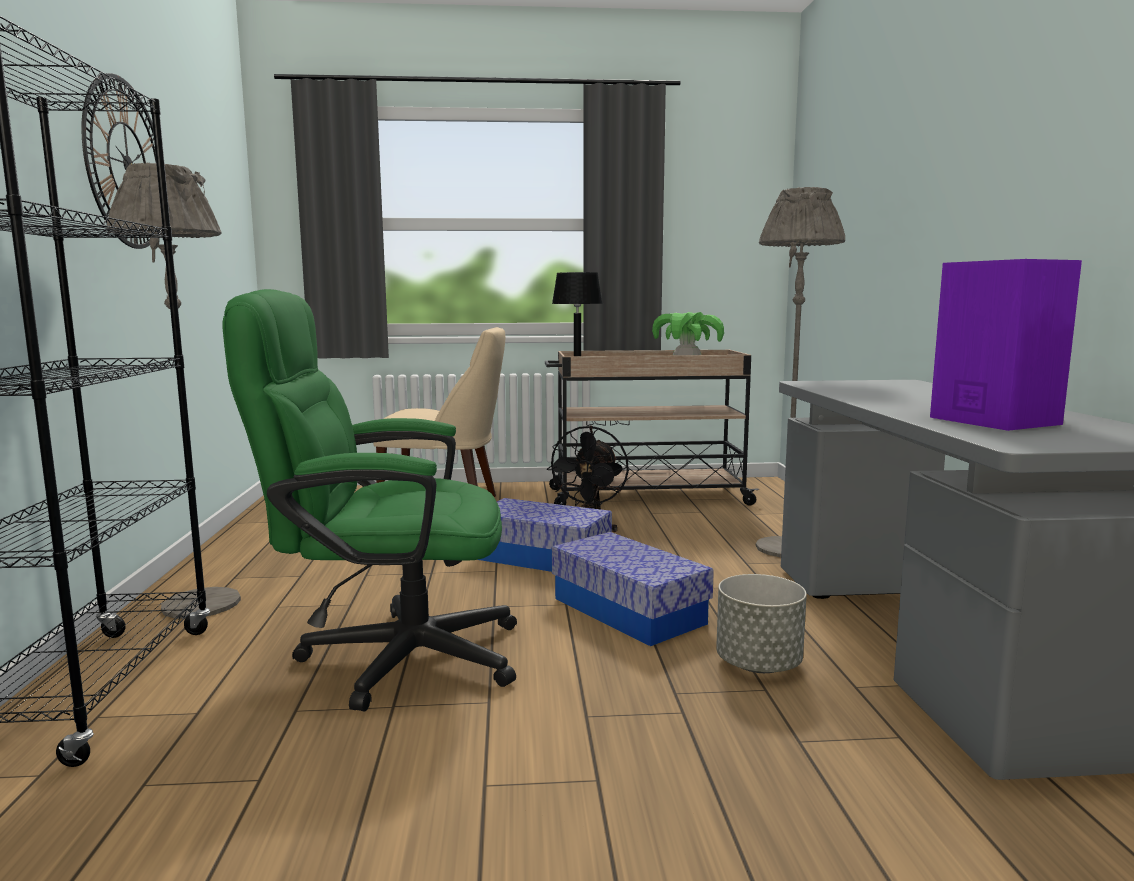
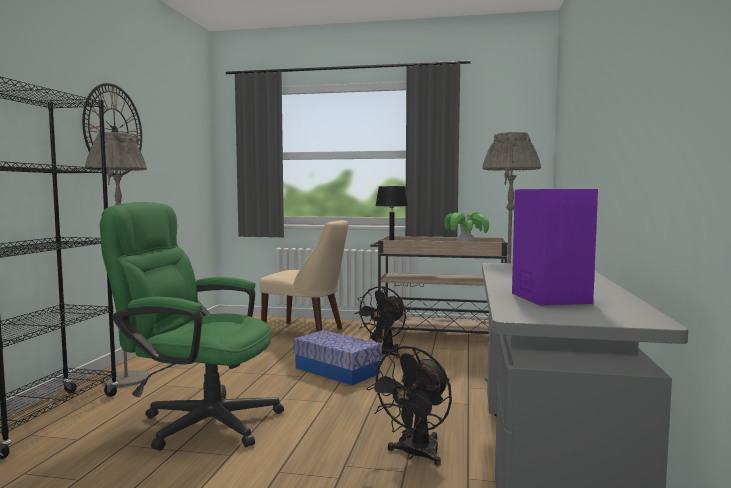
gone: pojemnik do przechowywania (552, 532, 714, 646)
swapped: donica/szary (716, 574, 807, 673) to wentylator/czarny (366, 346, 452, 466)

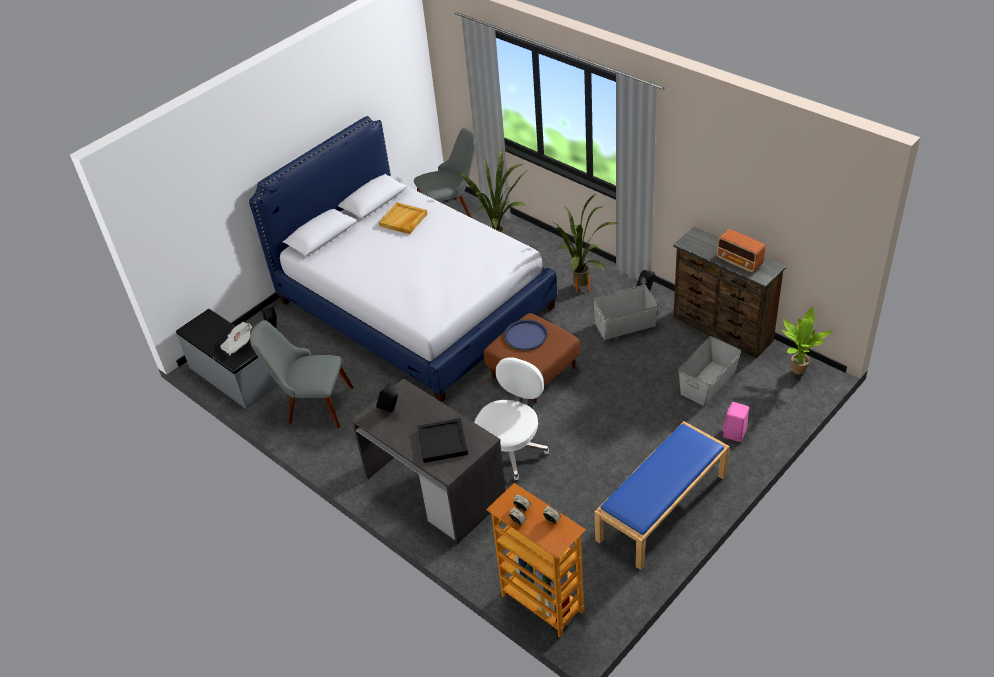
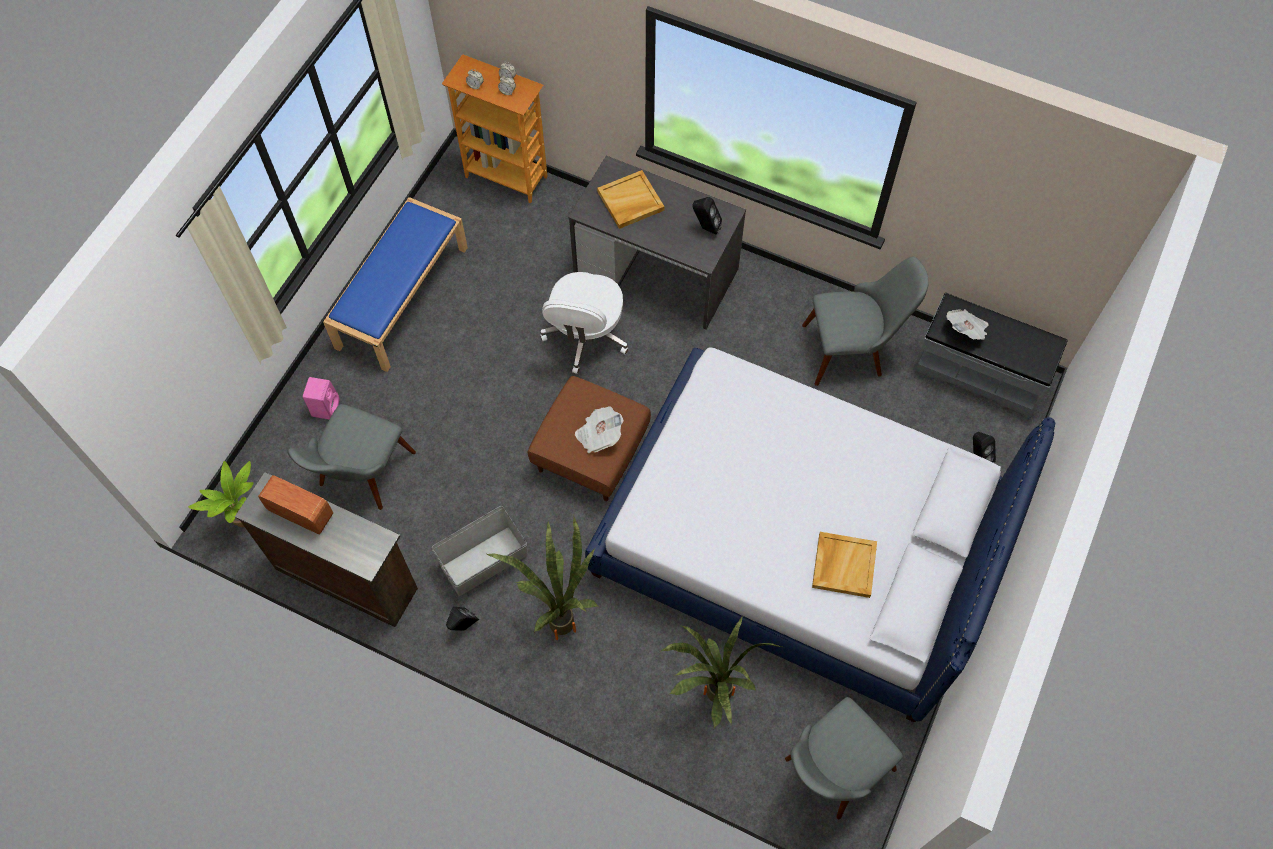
swapped: taca/niebieski (504, 319, 548, 350) to gazeta (575, 406, 624, 453); pojemnik do przechowywania/szary (678, 336, 741, 406) to krzesło/szary (287, 404, 416, 510)
repainted: taca/czarny (417, 418, 468, 463) to taca/beżowy (597, 170, 664, 229)

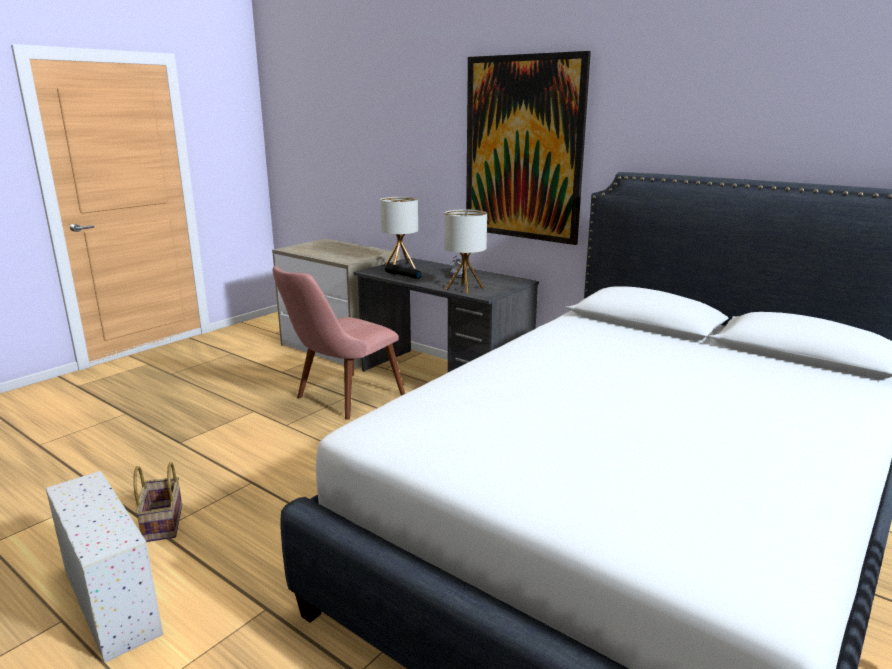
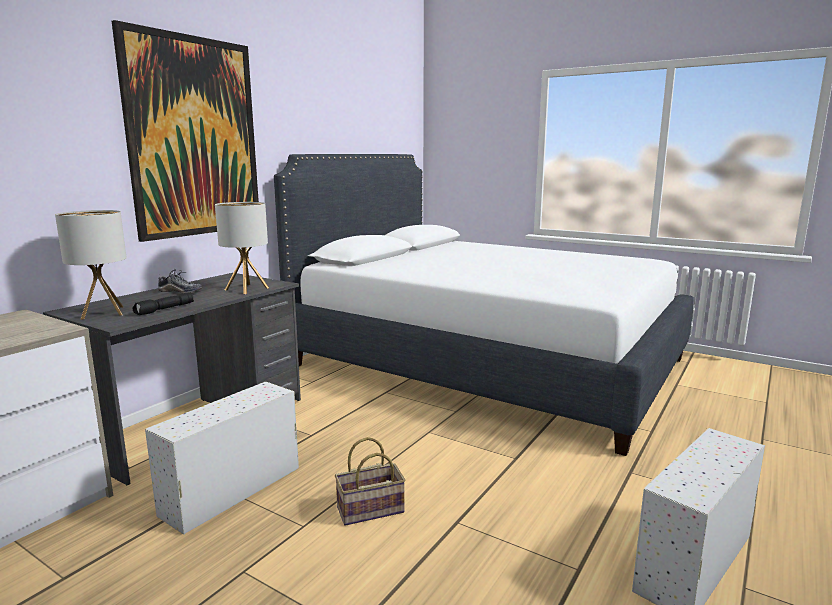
shifted: koszyk (133, 462, 182, 542) to (335, 437, 406, 526)
swapped: krzesło/różowy (273, 266, 405, 420) to pojemnik do przechowywania/biały (145, 382, 299, 535)

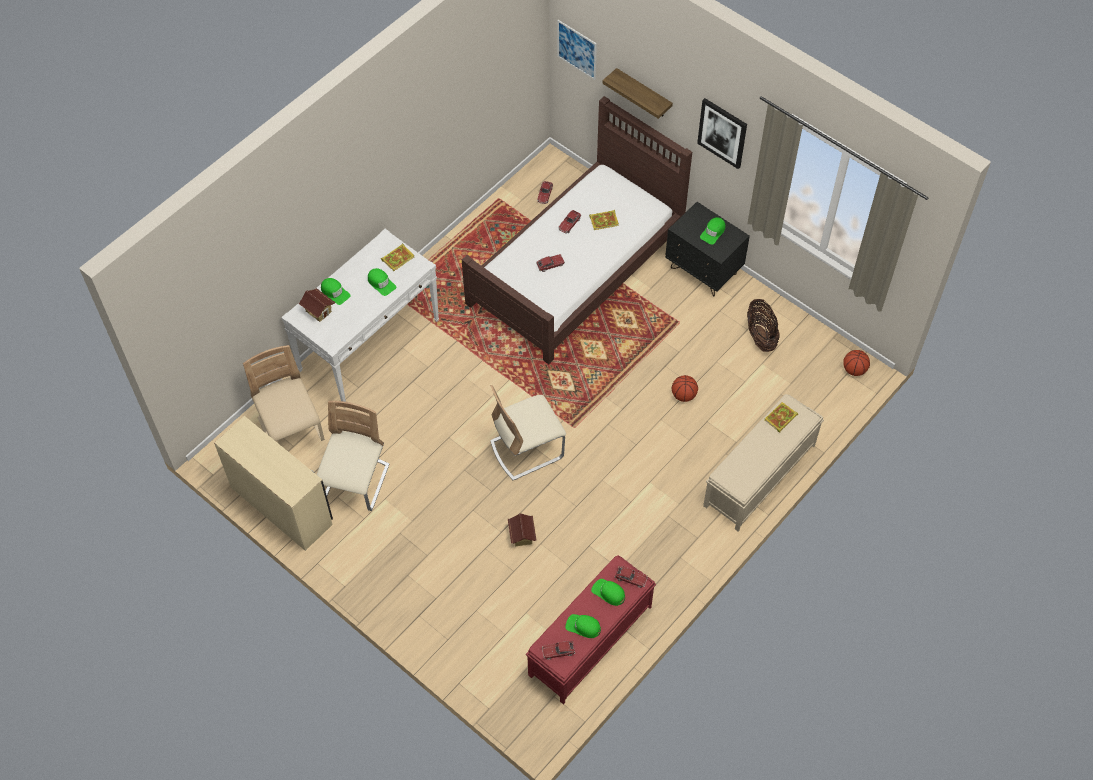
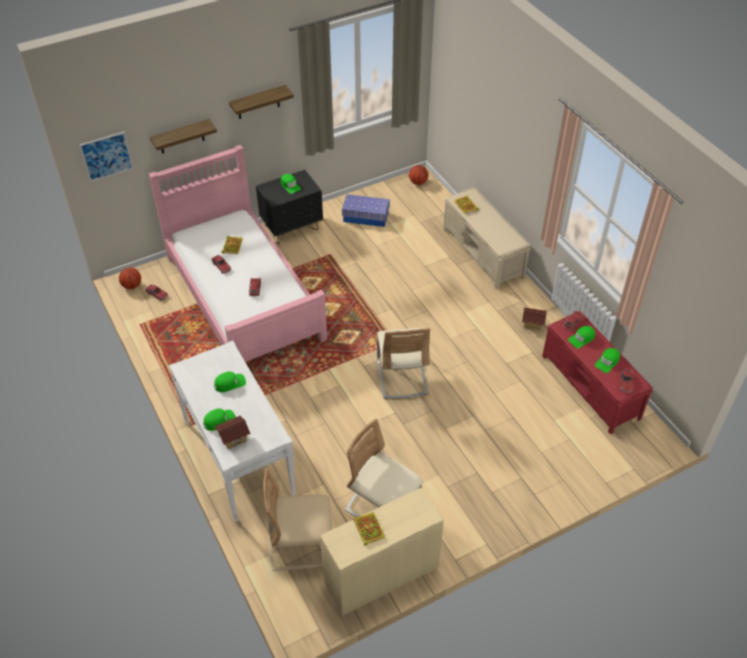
shifted: książka (381, 243, 414, 271) to (353, 512, 385, 546); domek (508, 513, 536, 546) to (522, 307, 547, 331); piłka do koszykówki (671, 375, 698, 402) to (119, 268, 141, 289)
swapped: obraz (697, 98, 747, 169) to półka (229, 85, 294, 119); koszyk (747, 299, 780, 352) to pojemnik do przechowywania (342, 194, 390, 227)
repainted: łóżko/brązowy (462, 96, 692, 364) to łóżko/różowy (149, 145, 327, 362)

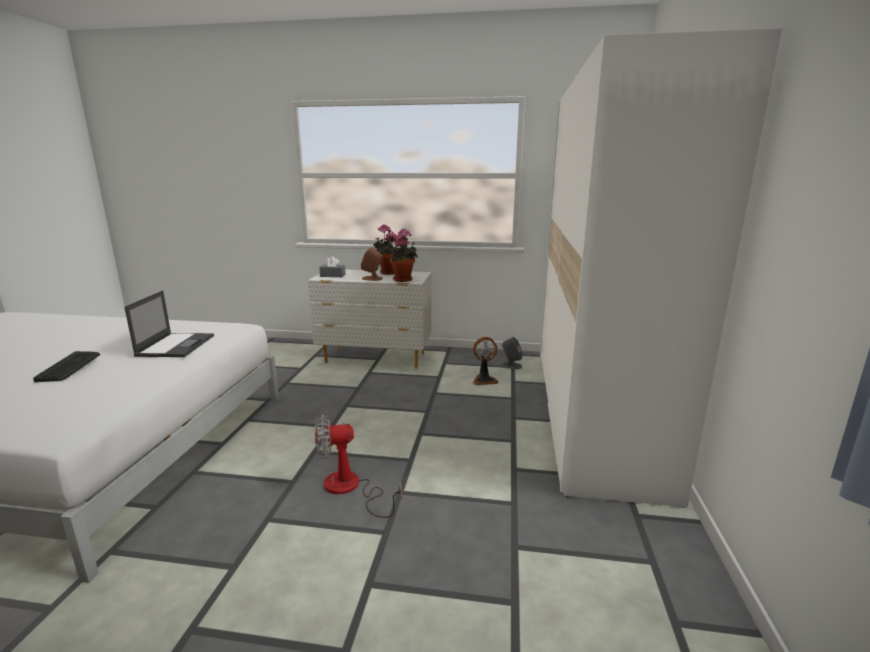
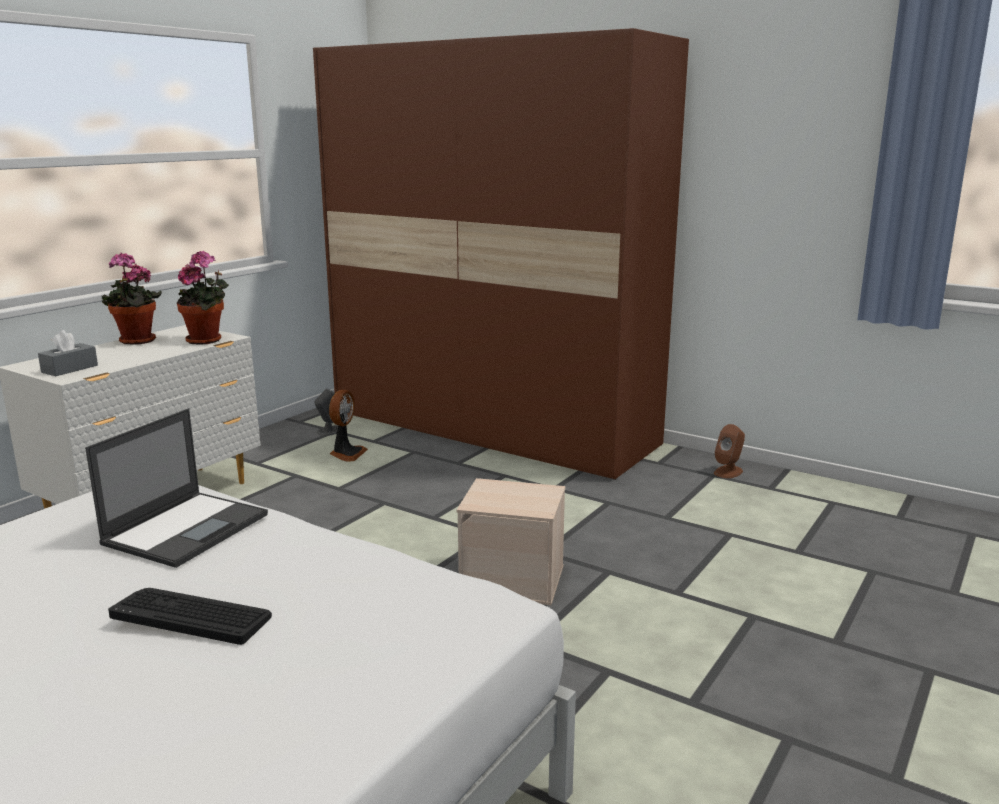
shifted: głośnik/brązowy (361, 247, 383, 281) to (714, 424, 745, 478)
swapped: wentylator (315, 414, 402, 518) to pojemnik do przechowywania/beżowy (457, 478, 565, 605)
repainted: szafa/biały (540, 28, 783, 508) to szafa/brązowy (313, 28, 689, 480)
rotated: laptop (124, 290, 214, 357) = (85, 408, 268, 568) 90 degrees clockwise

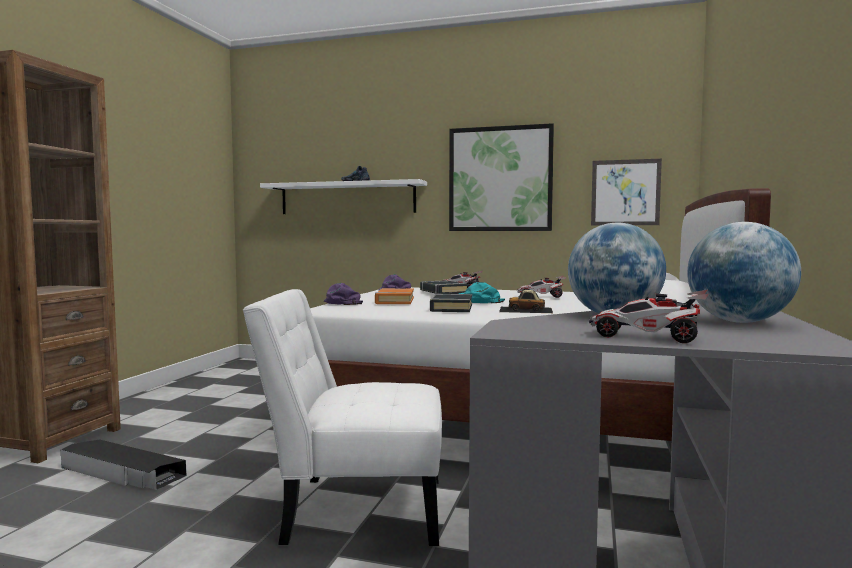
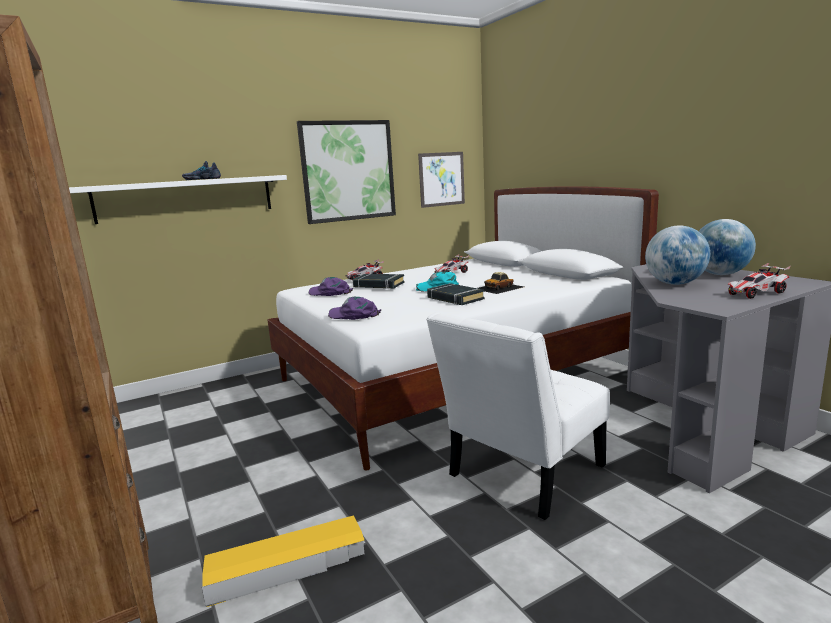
gone: książka/pomarańczowy (375, 288, 414, 304)
repainted: pojemnik do przechowywania/czarny (61, 440, 187, 490) to pojemnik do przechowywania/żółty (202, 515, 365, 607)

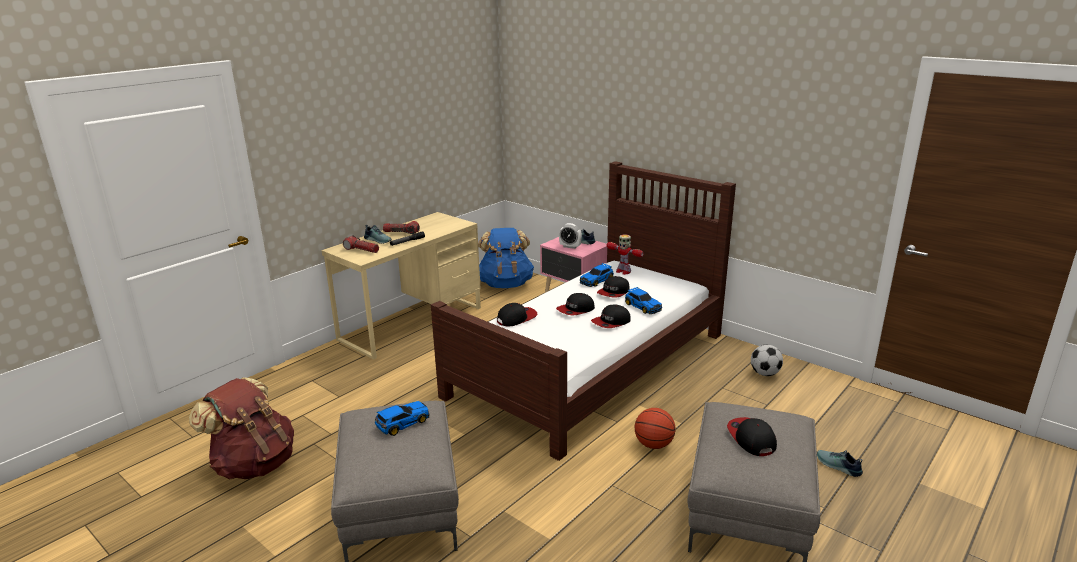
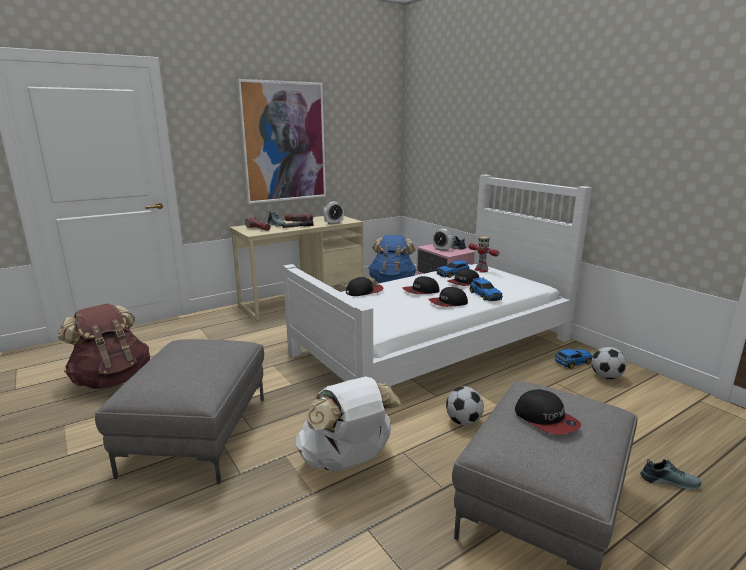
new: obraz (237, 79, 326, 204); plecak/biały (296, 376, 401, 472); budzik (324, 202, 344, 225)
shifted: samochodzik (375, 401, 429, 436) to (554, 349, 593, 369)
swapped: piłka do koszykówki (635, 408, 676, 449) to piłka futbolowa (446, 386, 484, 426)
repainted: łóżko/brązowy (431, 161, 736, 461) to łóżko/biały (283, 175, 592, 386)
rotated: czapka z daszkiem (727, 417, 777, 456) = (515, 389, 581, 435) 150 degrees clockwise; but (817, 450, 863, 477) = (640, 459, 701, 490) 135 degrees clockwise

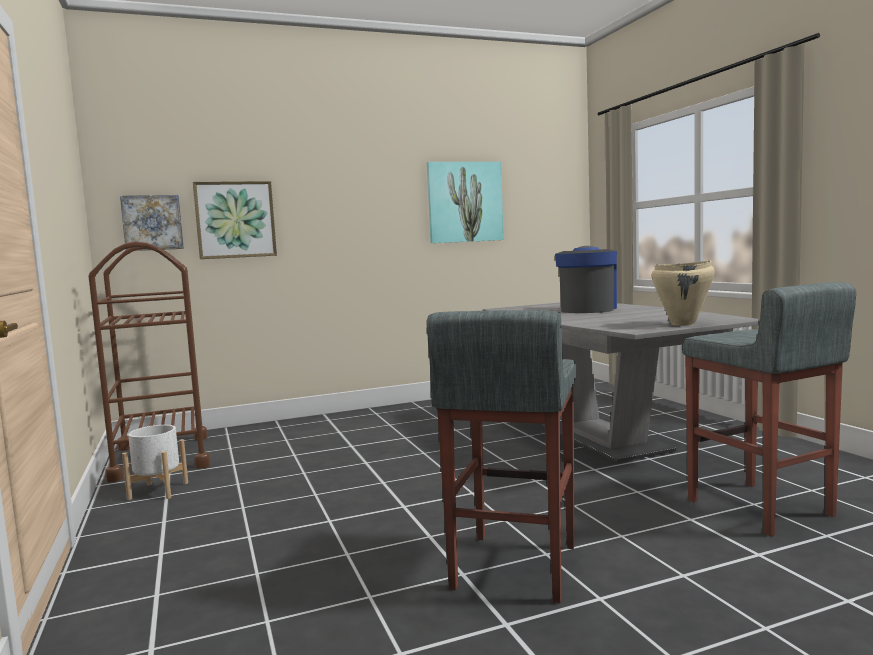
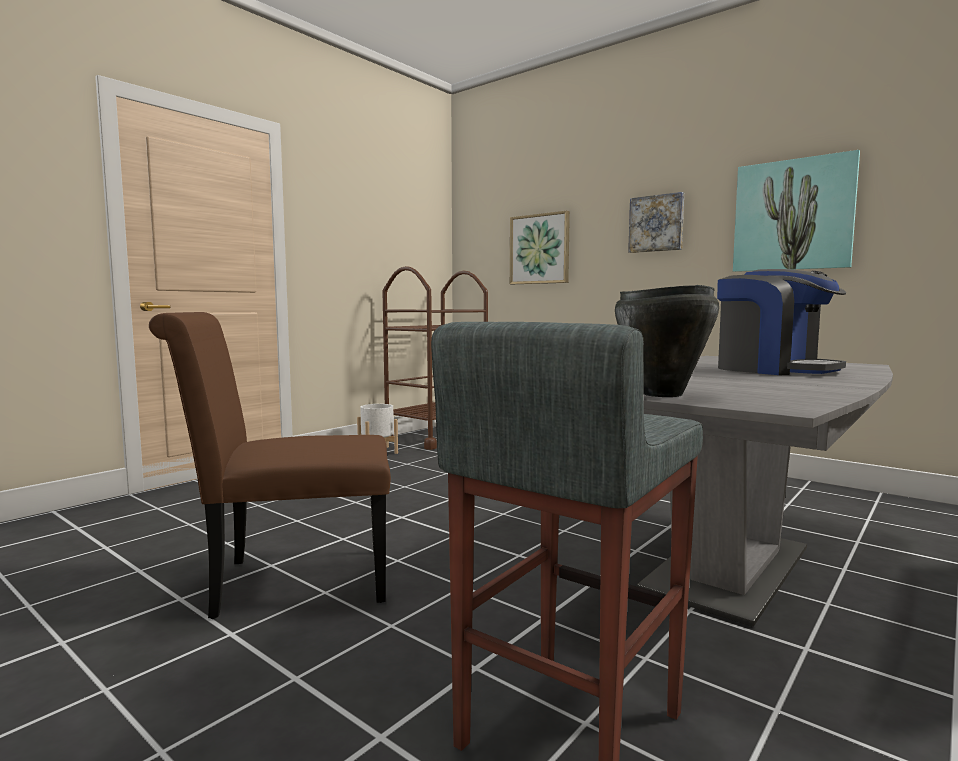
shifted: obraz (120, 195, 184, 251) to (628, 192, 684, 253)
swapped: stołek/szary (426, 310, 576, 603) to krzesło/brązowy (149, 312, 391, 619)
repainted: garnek/beżowy (652, 260, 715, 326) to garnek/czarny (615, 285, 719, 397)
rotated: ekspres do kawy (555, 246, 617, 313) = (717, 269, 846, 375) 60 degrees clockwise

